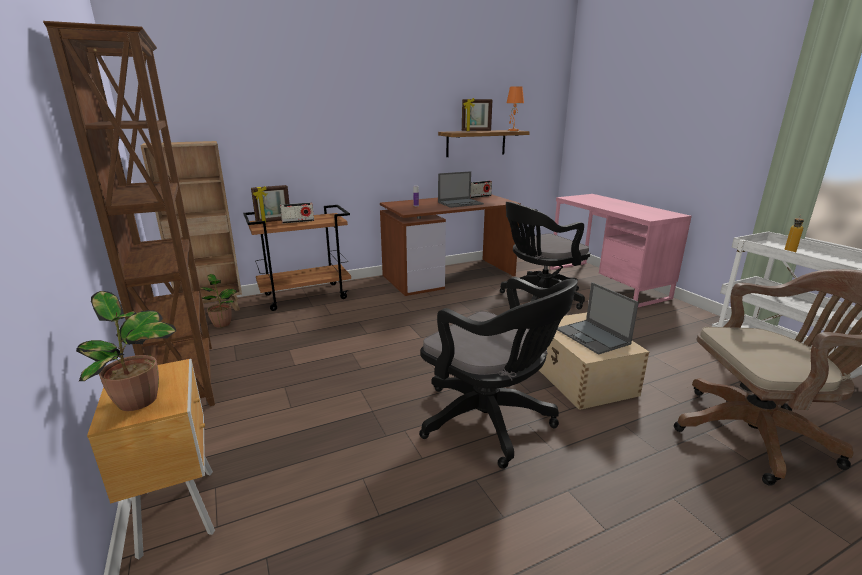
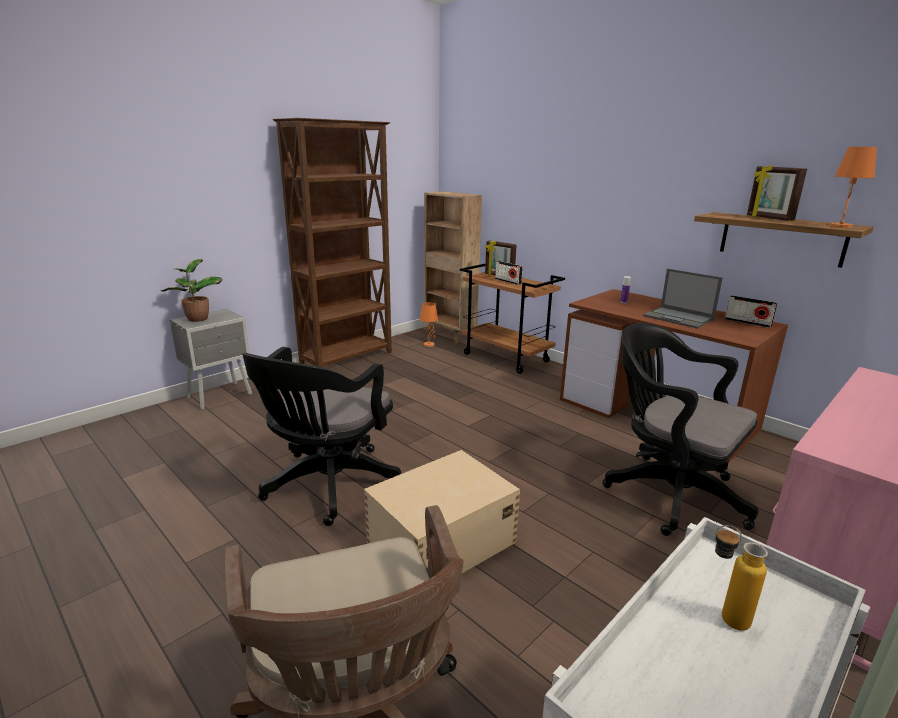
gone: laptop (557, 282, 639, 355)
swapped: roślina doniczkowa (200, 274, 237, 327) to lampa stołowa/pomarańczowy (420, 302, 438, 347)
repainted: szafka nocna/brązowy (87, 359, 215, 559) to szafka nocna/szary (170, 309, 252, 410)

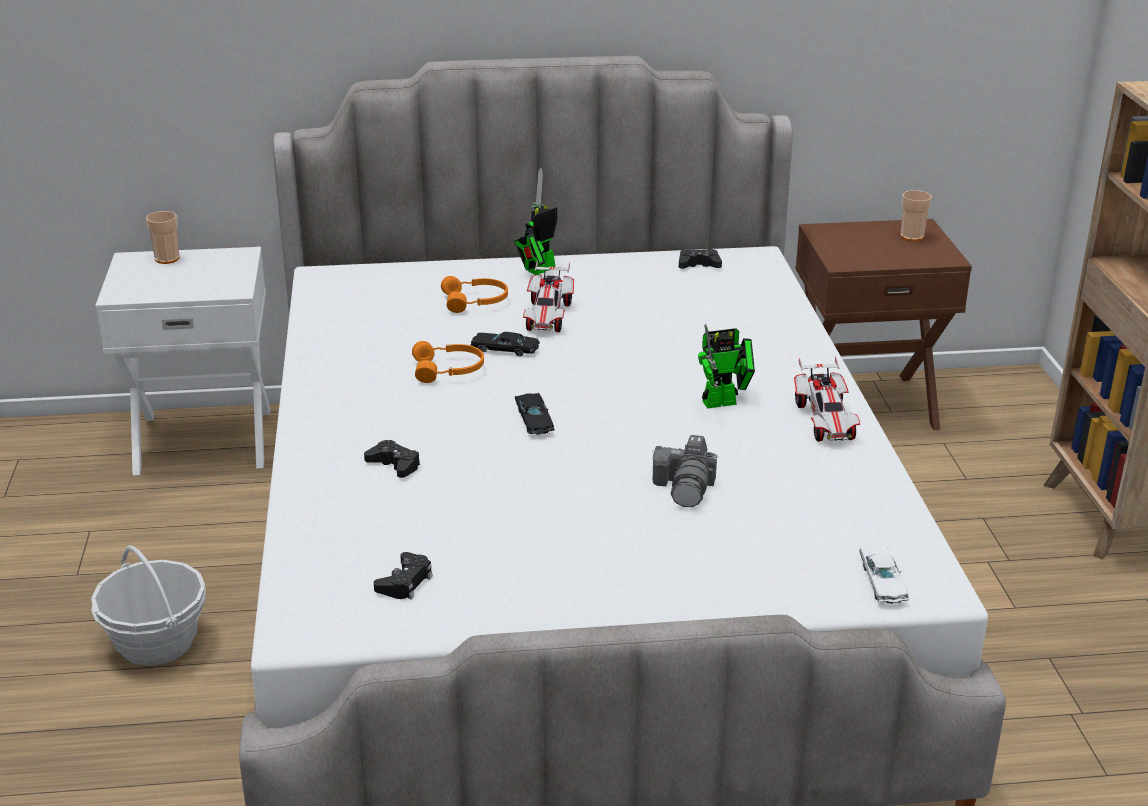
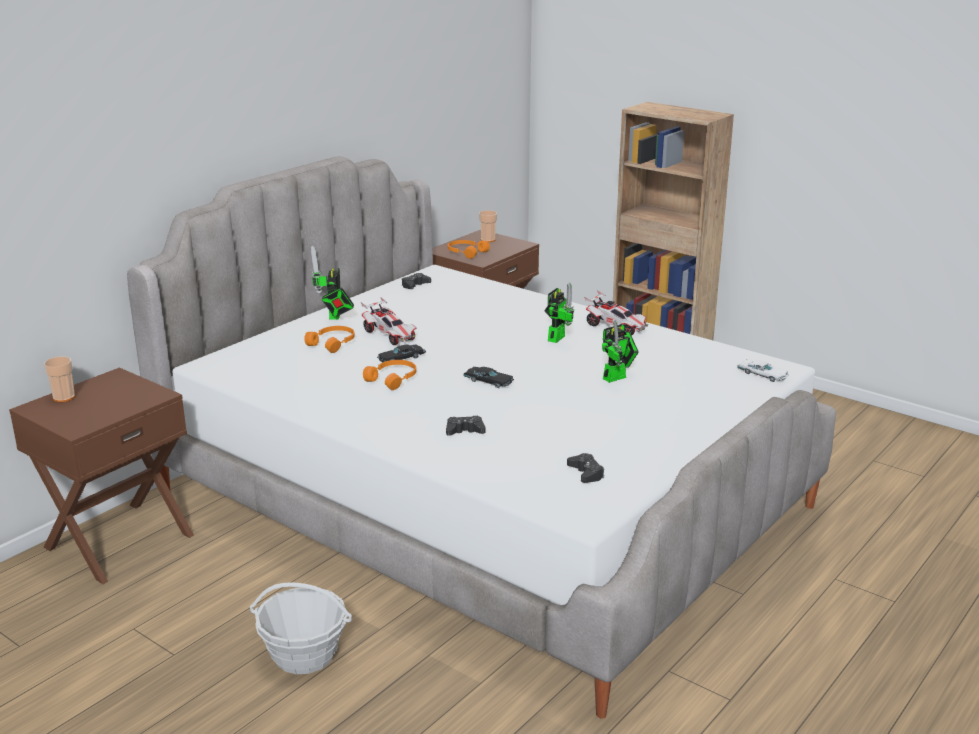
new: słuchawki/pomarańczowy (448, 240, 490, 259)
swapped: aparat fotograficzny (653, 435, 718, 507) to robot zabawkowy (602, 320, 639, 383)
repainted: szafka nocna/biały (95, 247, 271, 475) to szafka nocna/brązowy (9, 368, 194, 584)

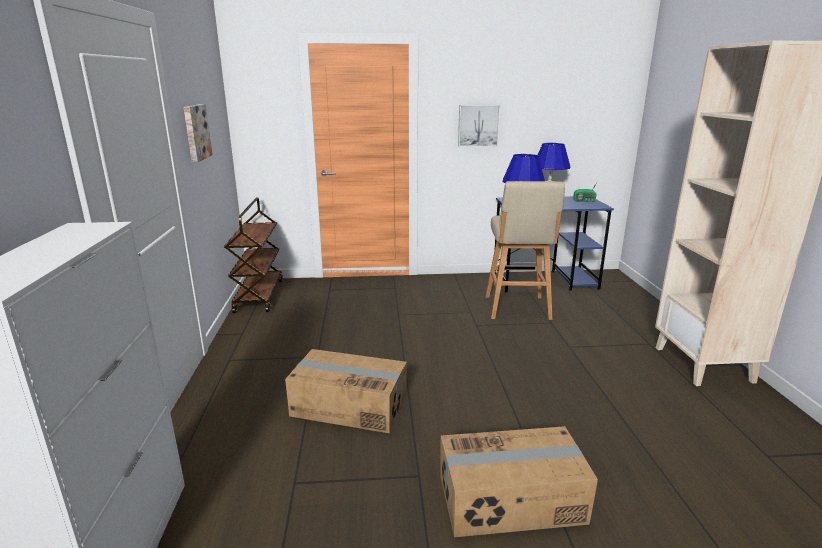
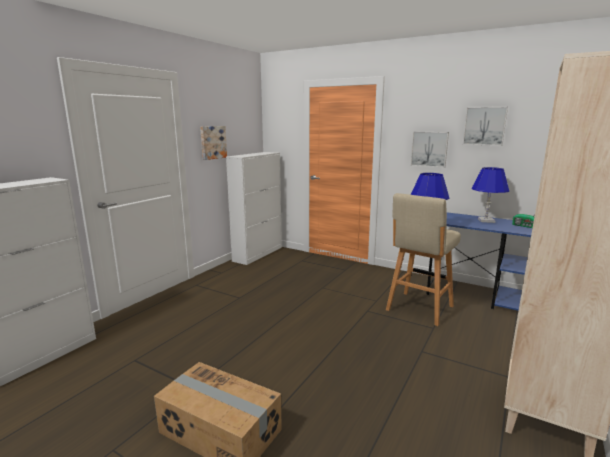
gone: karton (285, 349, 407, 433)
new: obraz (463, 107, 508, 146)
swapped: wózek/brązowy (224, 198, 282, 313) to szafka/biały (226, 152, 282, 265)

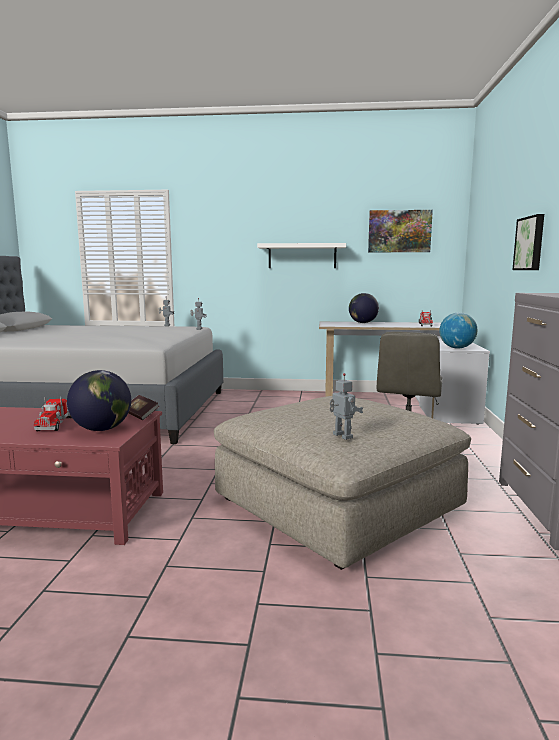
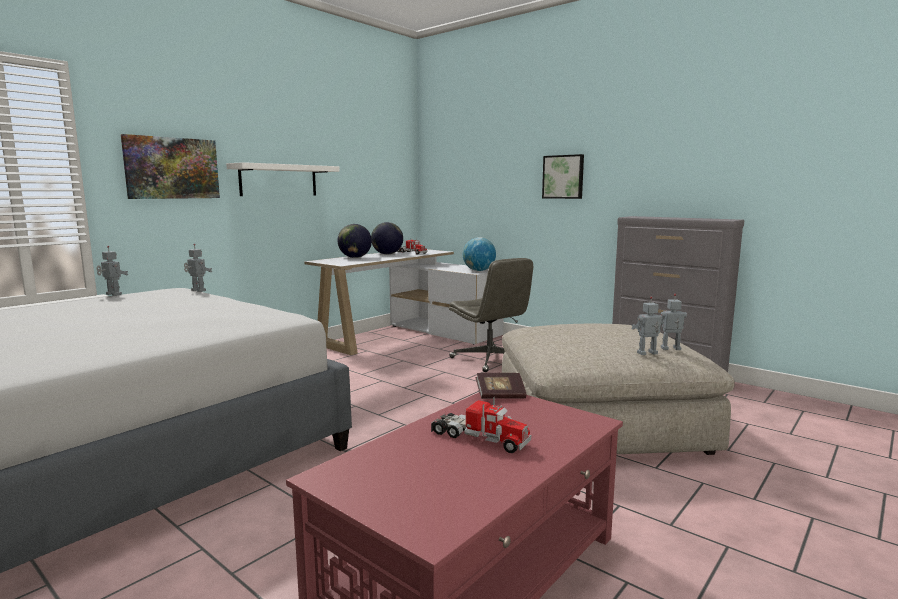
new: robot zabawkowy (631, 296, 662, 355)
shifted: globus (67, 370, 131, 431) to (371, 222, 403, 255); obraz (368, 210, 433, 252) to (121, 134, 220, 199)

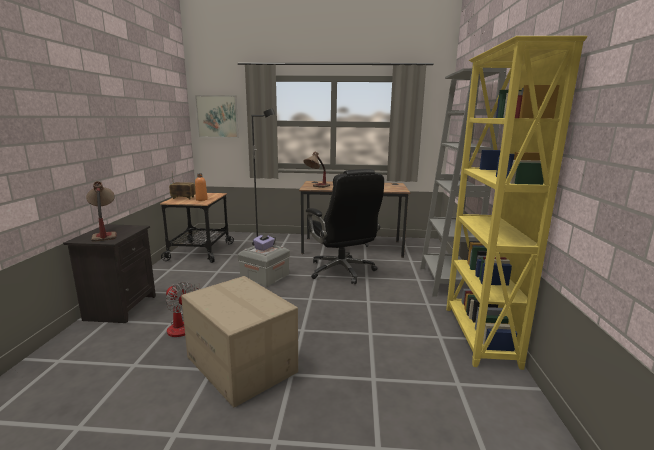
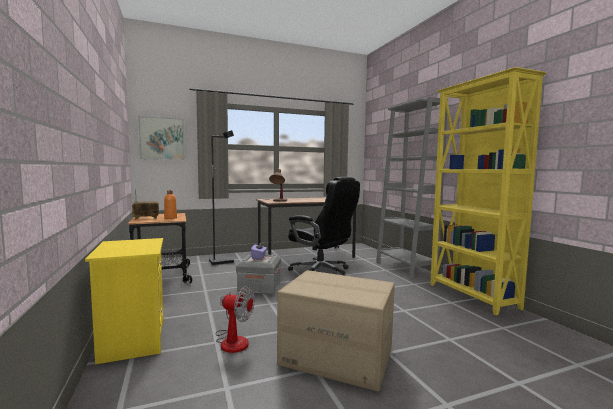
gone: lampa stołowa (86, 181, 117, 242)
repainted: szafka nocna/czarny (63, 224, 156, 323) to szafka nocna/żółty (85, 238, 164, 365)

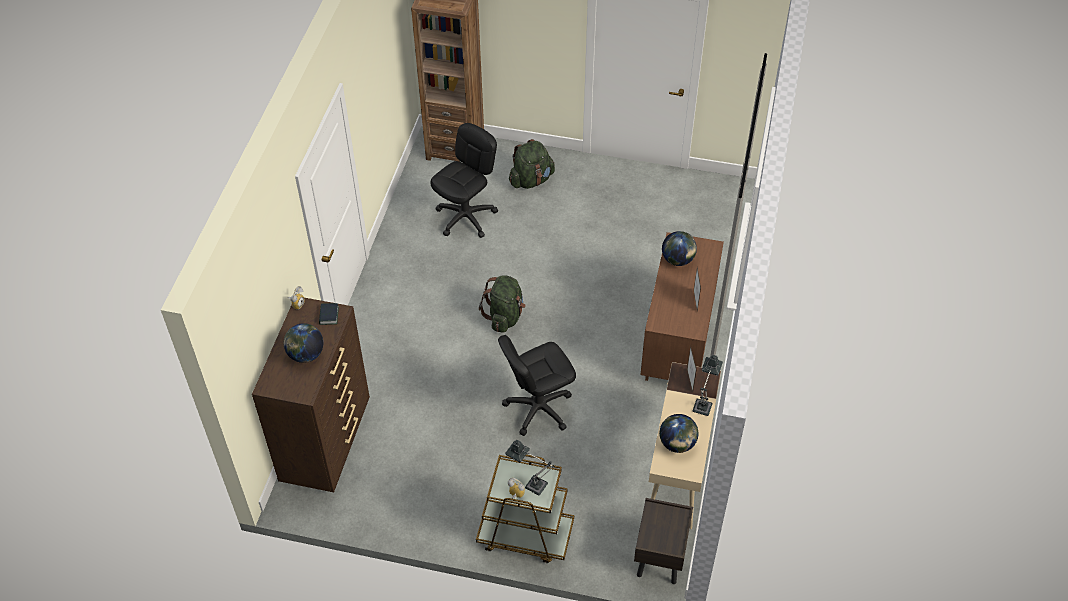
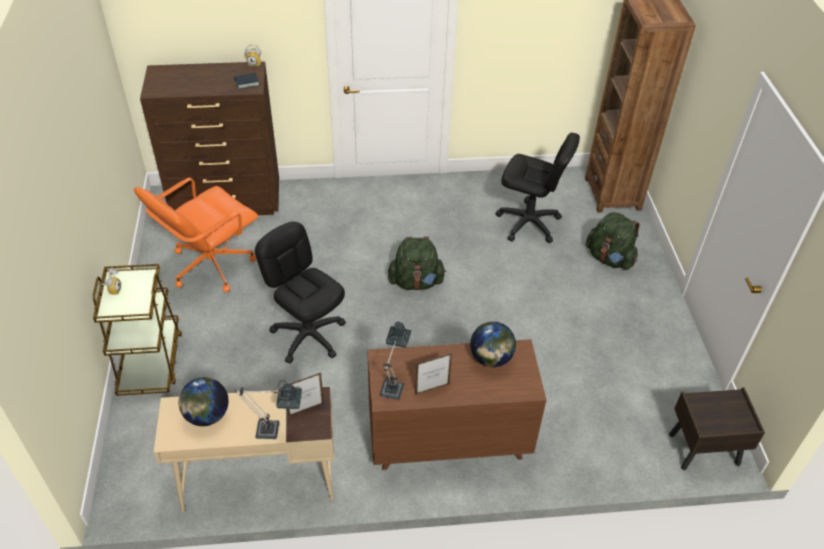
gone: globus (283, 323, 323, 363)
new: krzesło biurowe/pomarańczowy (134, 178, 258, 292)
shifted: lampa stołowa (505, 440, 554, 495) to (380, 322, 411, 400); szafka nocna/brązowy (634, 498, 693, 584) to (669, 387, 765, 470)

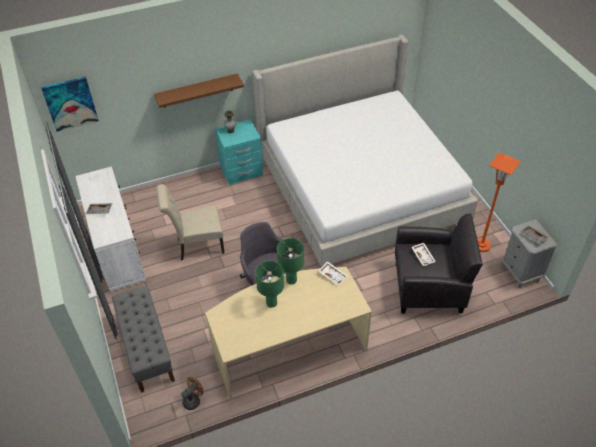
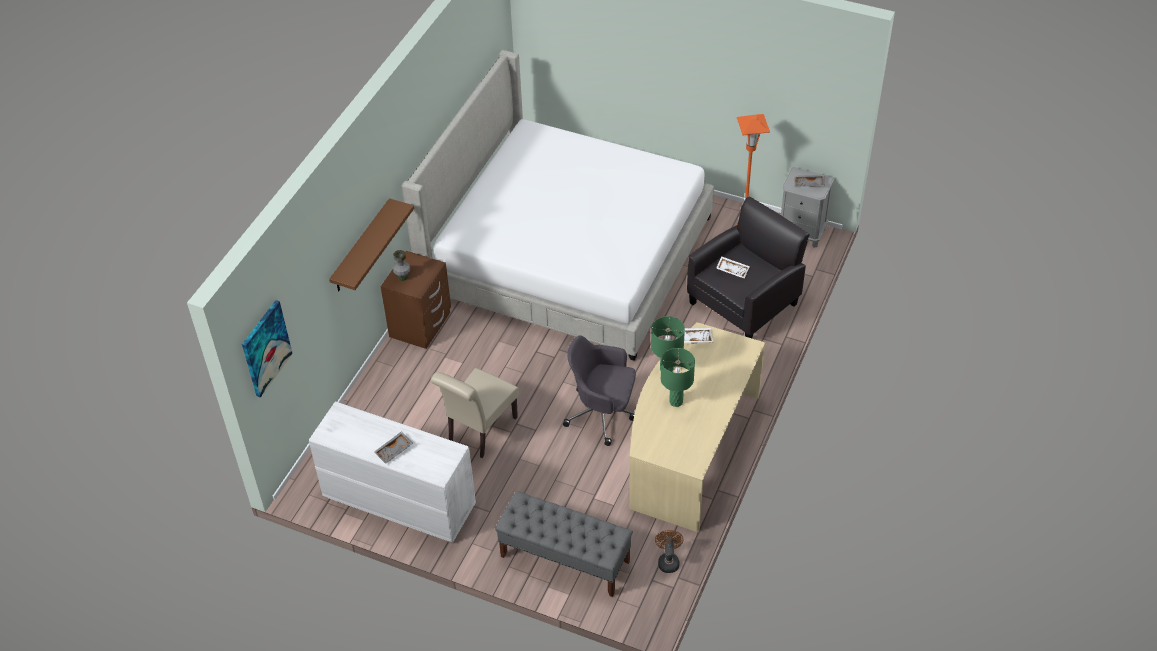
repainted: szafka nocna/turkusowy (215, 119, 263, 185) to szafka nocna/brązowy (381, 251, 451, 349)

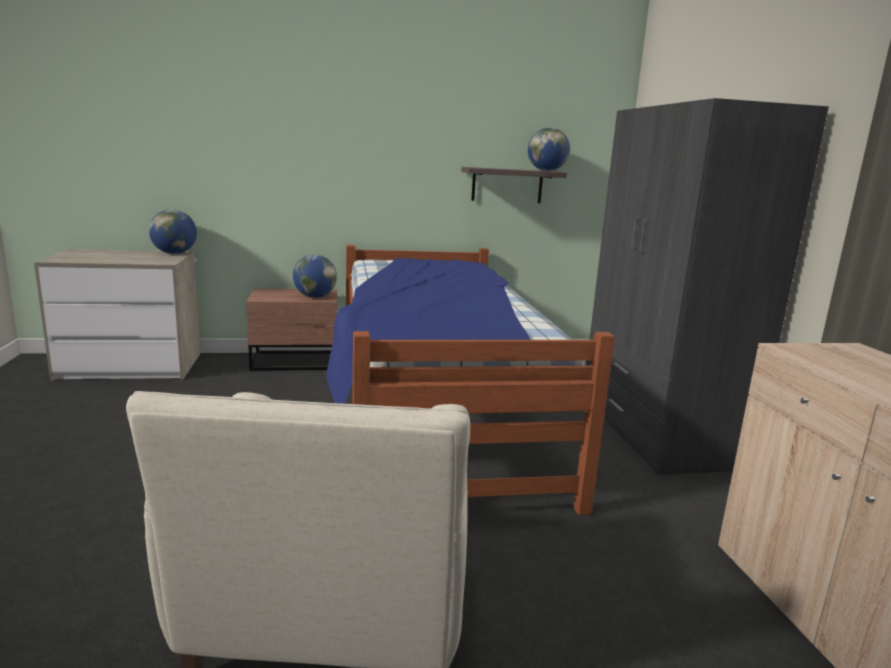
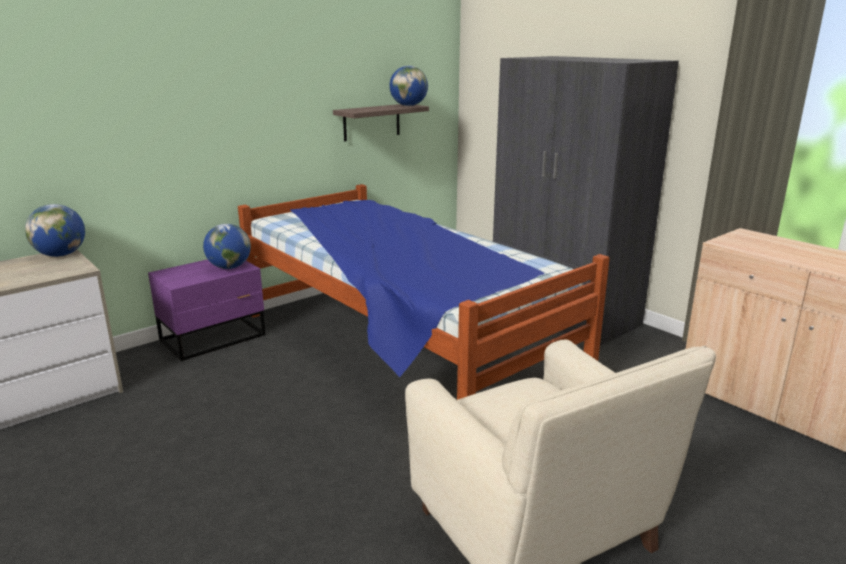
repainted: szafka nocna/brązowy (246, 289, 337, 371) to szafka nocna/fioletowy (148, 259, 266, 361)

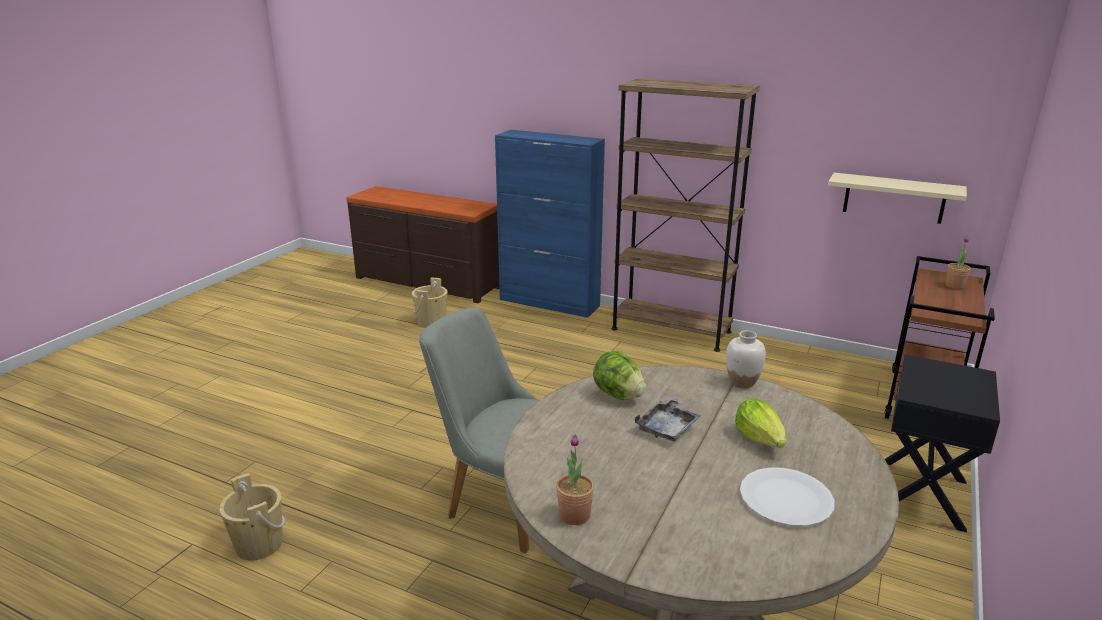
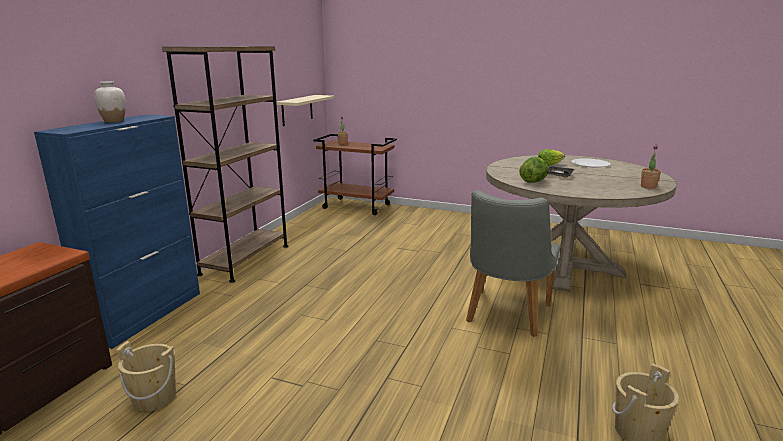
gone: szafka nocna/czarny (885, 354, 1000, 532)
shifted: wazon/biały (726, 331, 766, 388) to (94, 81, 126, 122)

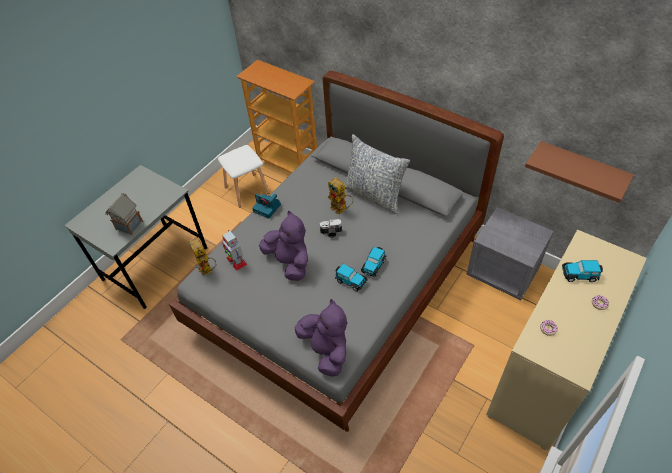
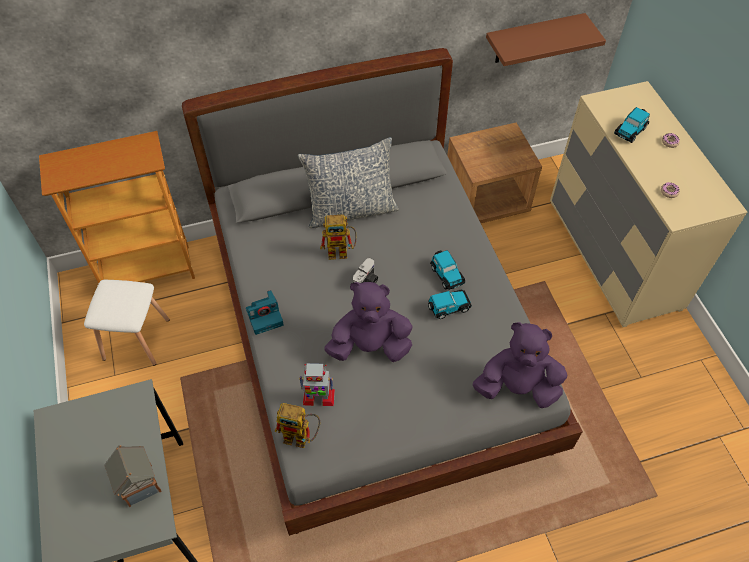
repainted: szafka nocna/szary (467, 207, 554, 300) to szafka nocna/brązowy (447, 123, 542, 223)

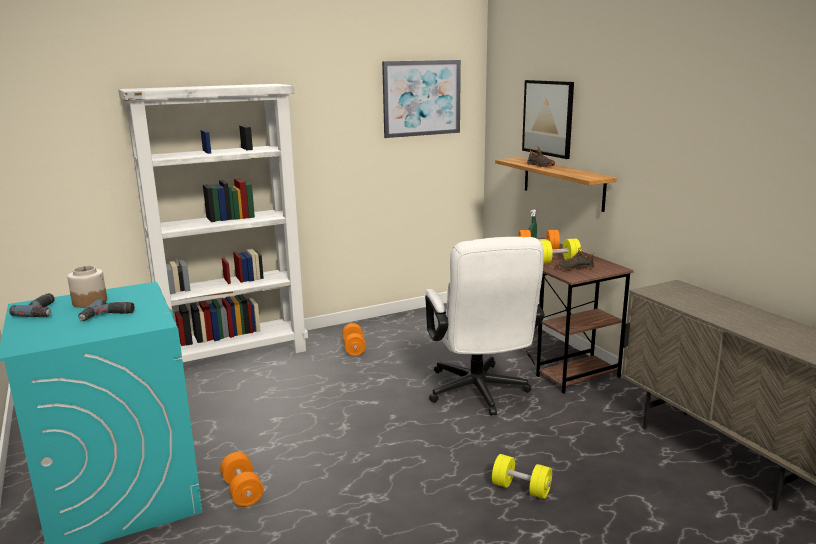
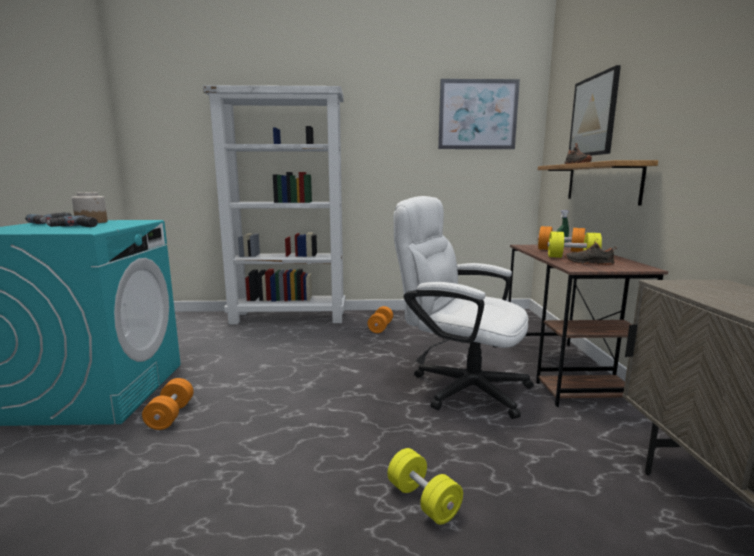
rotated: krzesło biurowe/biały (425, 237, 544, 416) = (394, 196, 534, 419) 105 degrees clockwise

